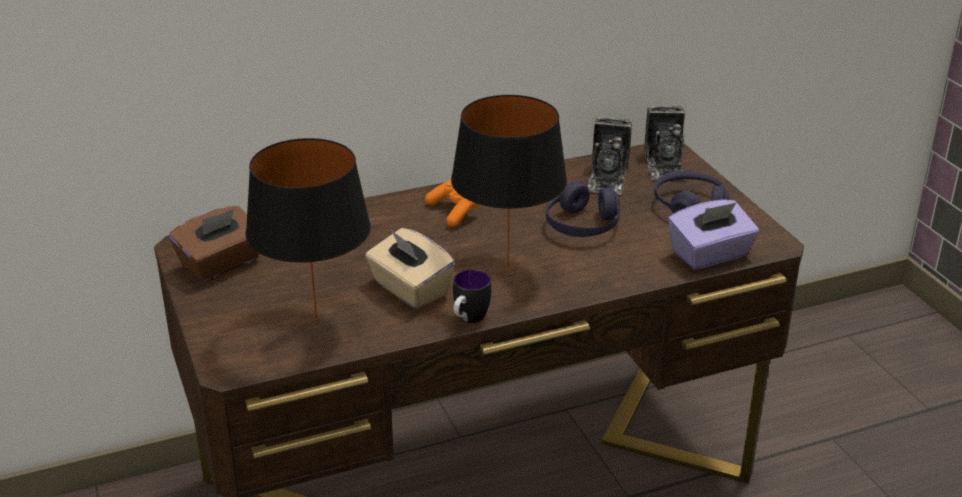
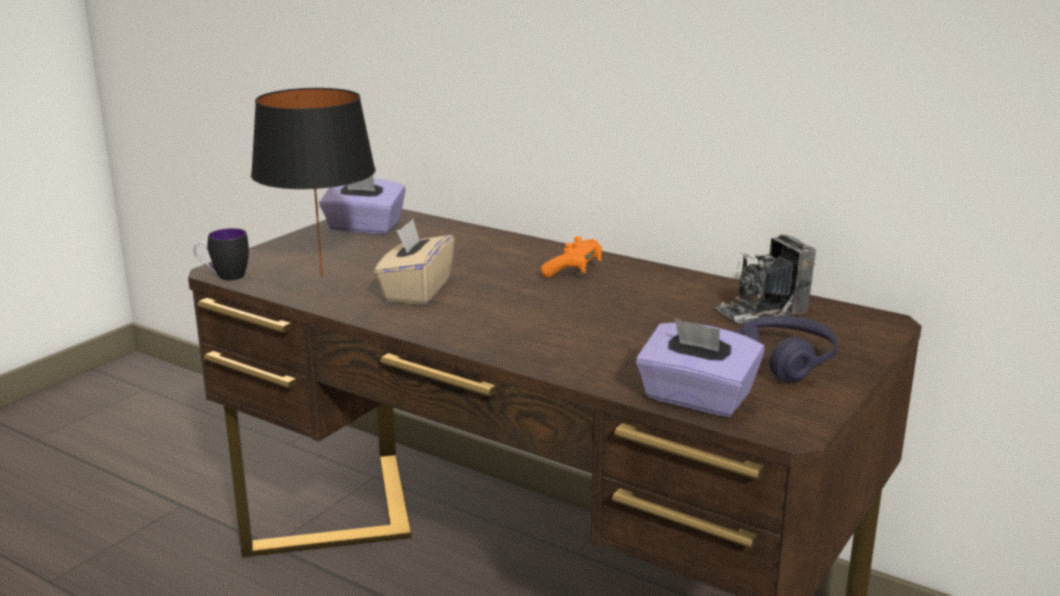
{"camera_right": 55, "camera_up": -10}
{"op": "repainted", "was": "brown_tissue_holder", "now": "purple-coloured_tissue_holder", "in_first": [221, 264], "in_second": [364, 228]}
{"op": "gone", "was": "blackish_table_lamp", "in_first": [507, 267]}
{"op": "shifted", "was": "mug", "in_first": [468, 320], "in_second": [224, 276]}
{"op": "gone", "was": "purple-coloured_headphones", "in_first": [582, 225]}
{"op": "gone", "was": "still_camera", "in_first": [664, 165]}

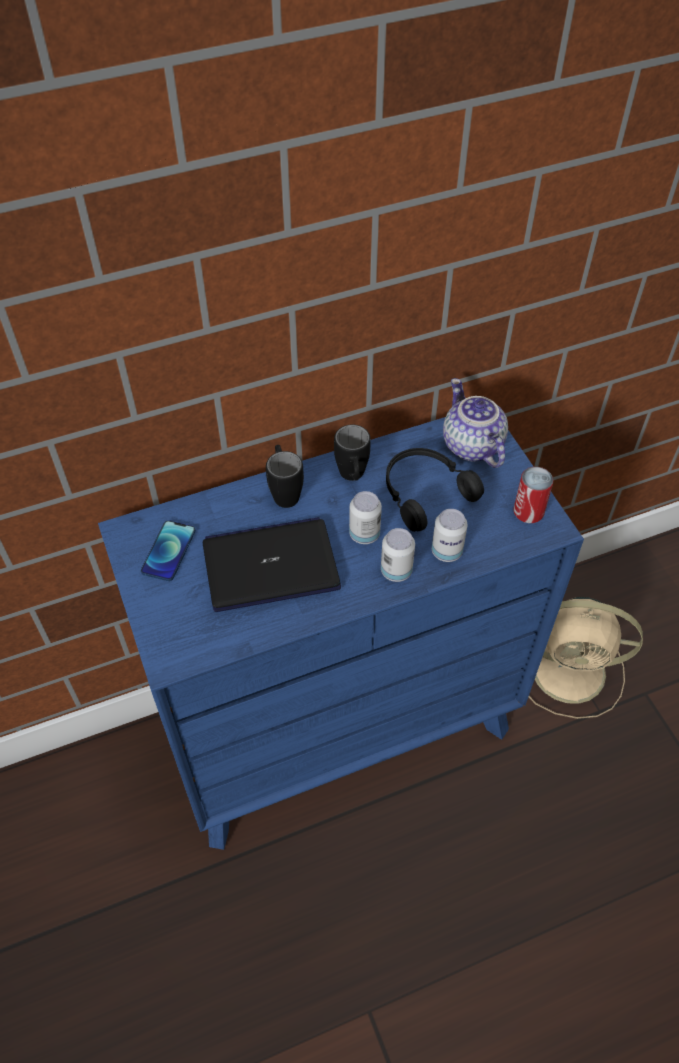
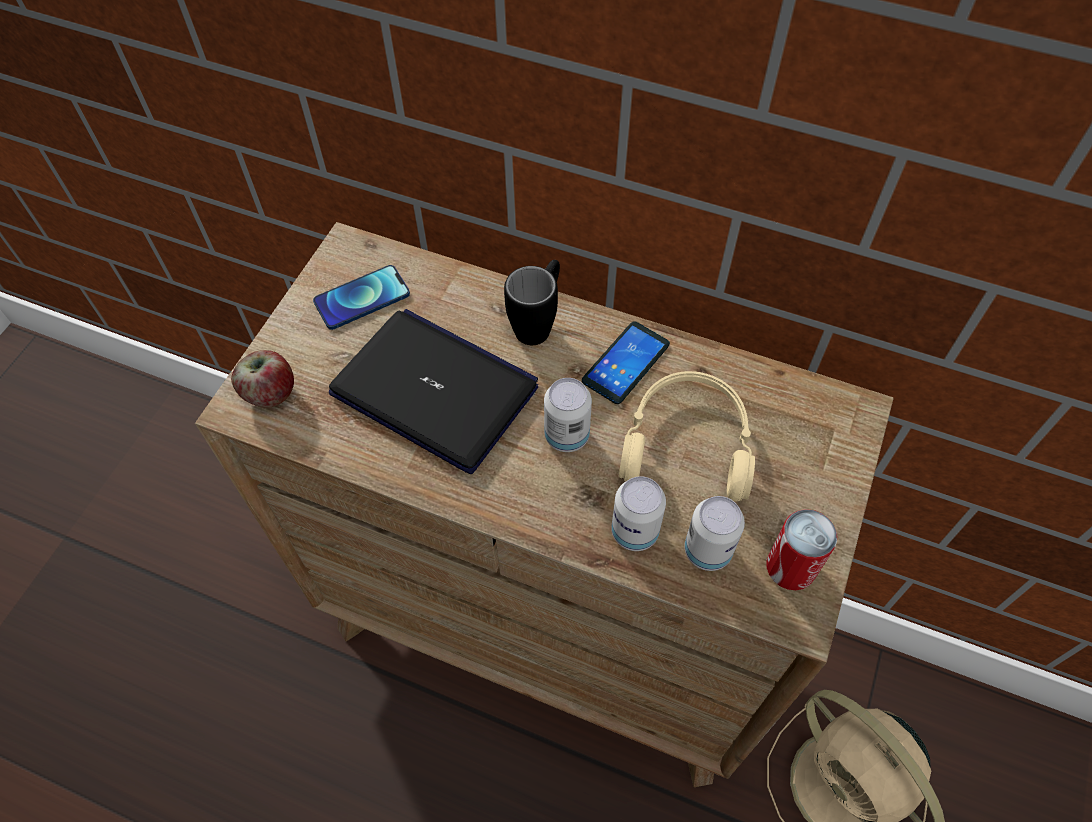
{"camera_right": 45, "camera_up": 5}
{"op": "repainted", "was": "bluish_drawer_chest", "now": "brown_drawer_chest", "in_first": [339, 726], "in_second": [549, 625]}
{"op": "swapped", "was": "blackish_mug", "now": "telephone", "in_first": [352, 478], "in_second": [626, 363]}
{"op": "shifted", "was": "can", "in_first": [396, 571], "in_second": [707, 550]}
{"op": "repainted", "was": "blackish_headphones", "now": "beige-coloured_headphones", "in_first": [424, 493], "in_second": [687, 442]}
{"op": "gone", "was": "pot_for_tea", "in_first": [470, 446]}
{"op": "new", "now": "whole_apple", "in_second": [270, 393]}

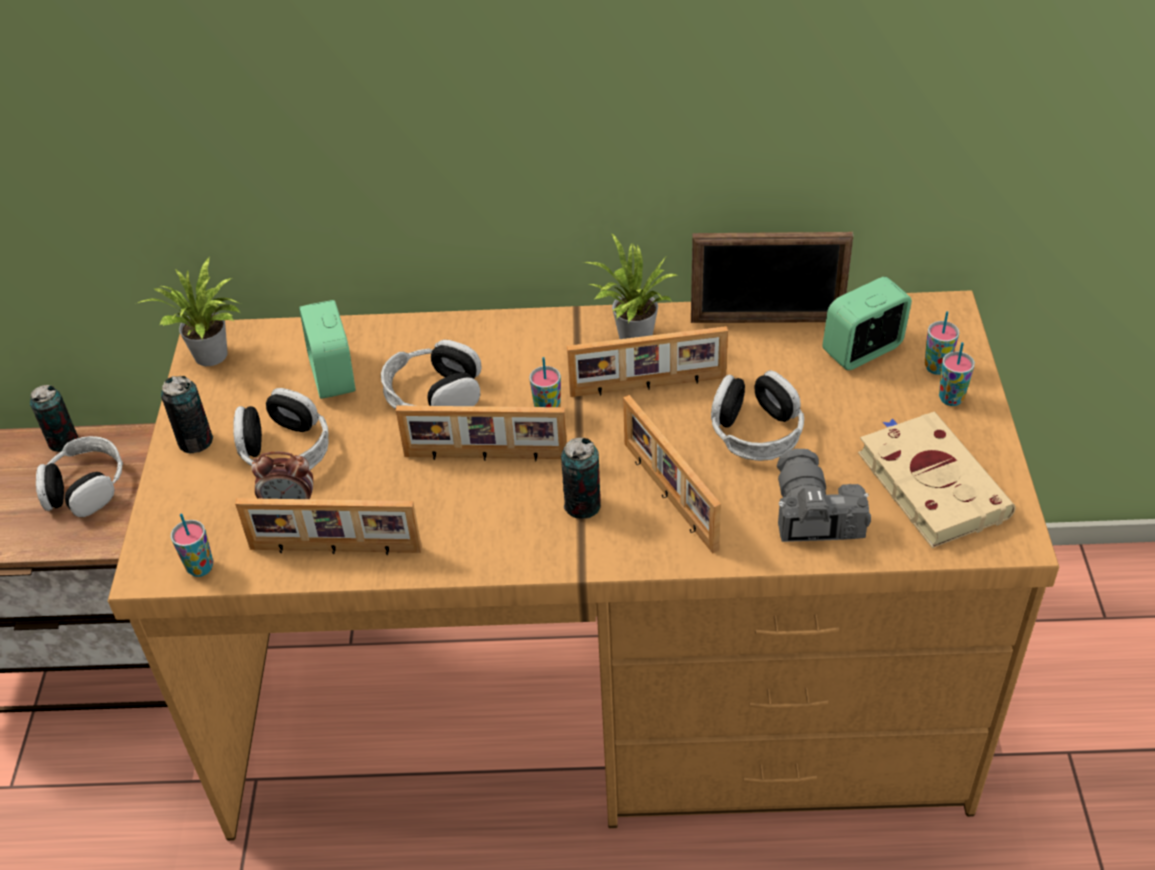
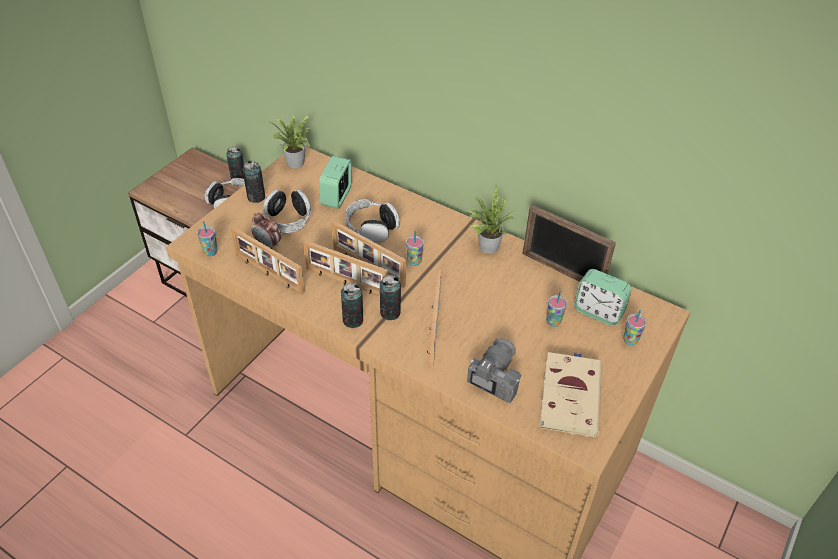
{"camera_right": 30, "camera_up": 0}
{"op": "shifted", "was": "photo_frame", "in_first": [648, 387], "in_second": [346, 283]}
{"op": "gone", "was": "headphones", "in_first": [756, 431]}
{"op": "rotated", "was": "alarm_clock", "in_first": [863, 350], "in_second": [598, 312], "clockwise": -150}
{"op": "shifted", "was": "cup", "in_first": [951, 398], "in_second": [553, 322]}
{"op": "new", "now": "can", "in_second": [353, 320]}

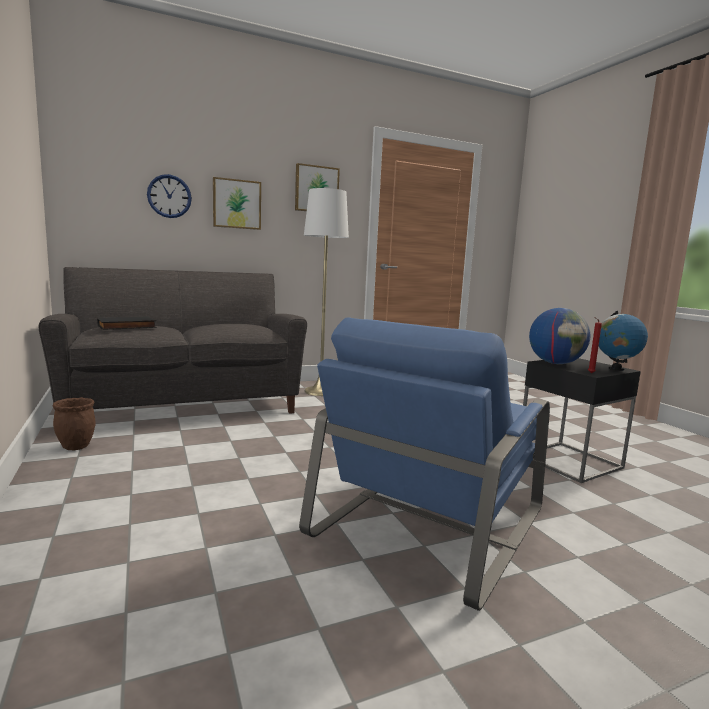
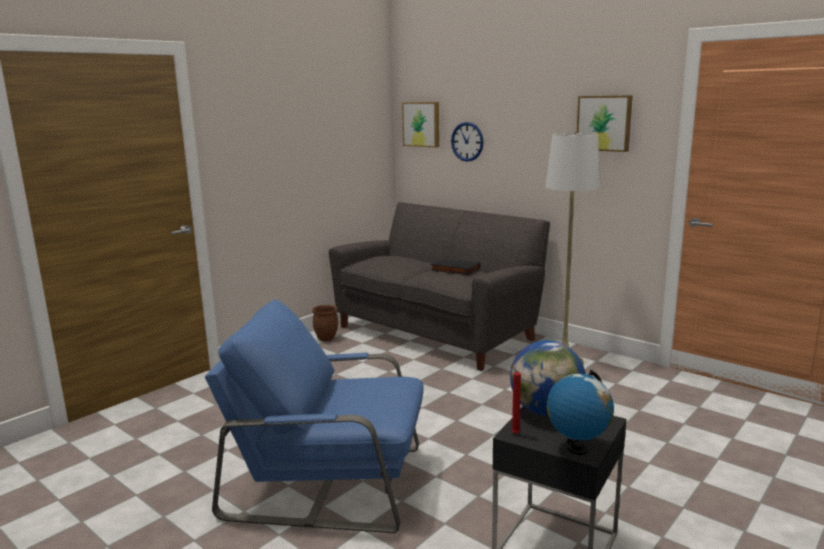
{"camera_right": 65, "camera_up": 5}
{"op": "shifted", "was": "blackish_bound_book", "in_first": [126, 327], "in_second": [454, 270]}
{"op": "shifted", "was": "wall_picture", "in_first": [236, 204], "in_second": [422, 124]}

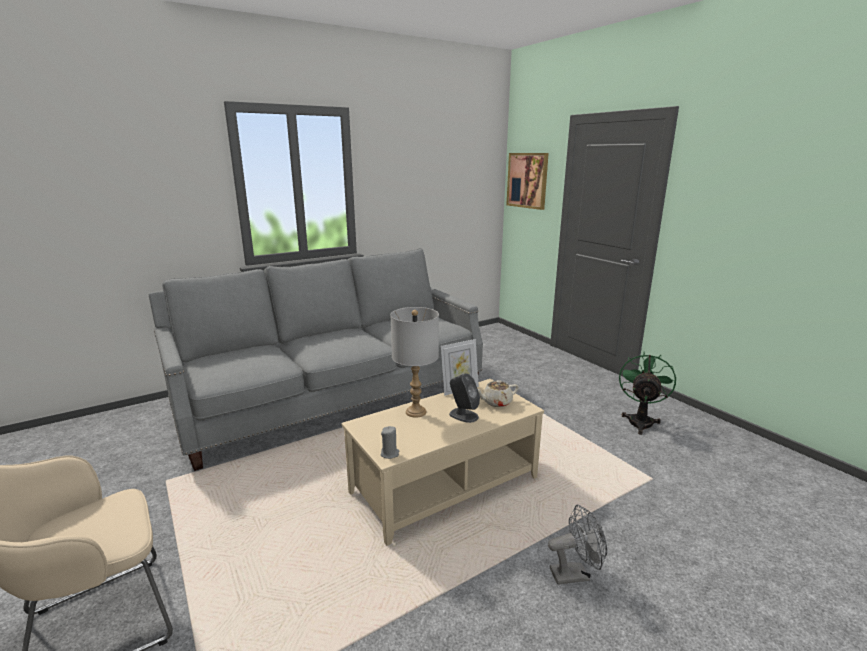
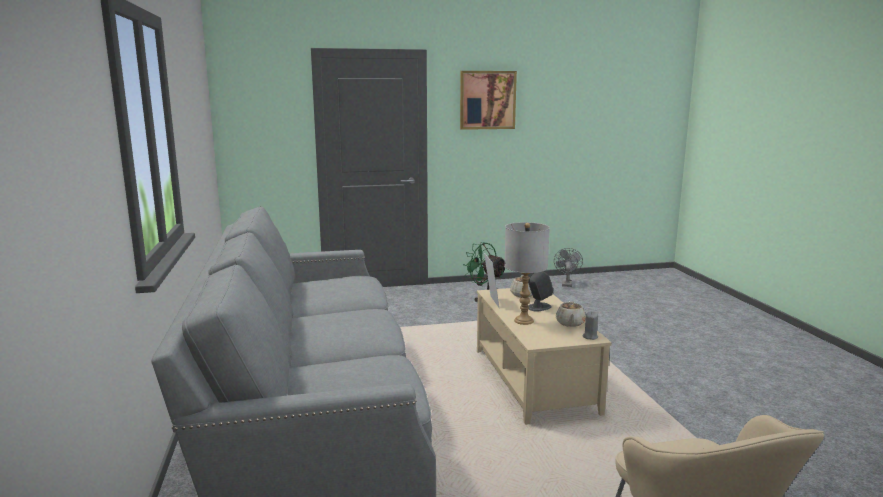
{"camera_right": -70, "camera_up": -5}
{"op": "shifted", "was": "wall_picture", "in_first": [527, 180], "in_second": [487, 100]}
{"op": "shifted", "was": "grey_electric_fan", "in_first": [575, 574], "in_second": [566, 283]}
{"op": "new", "now": "beige-coloured_pot_for_tea", "in_second": [570, 323]}

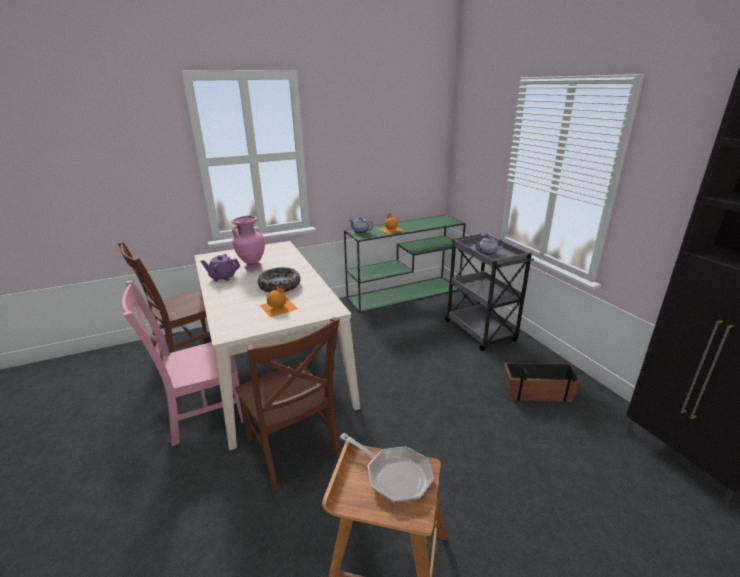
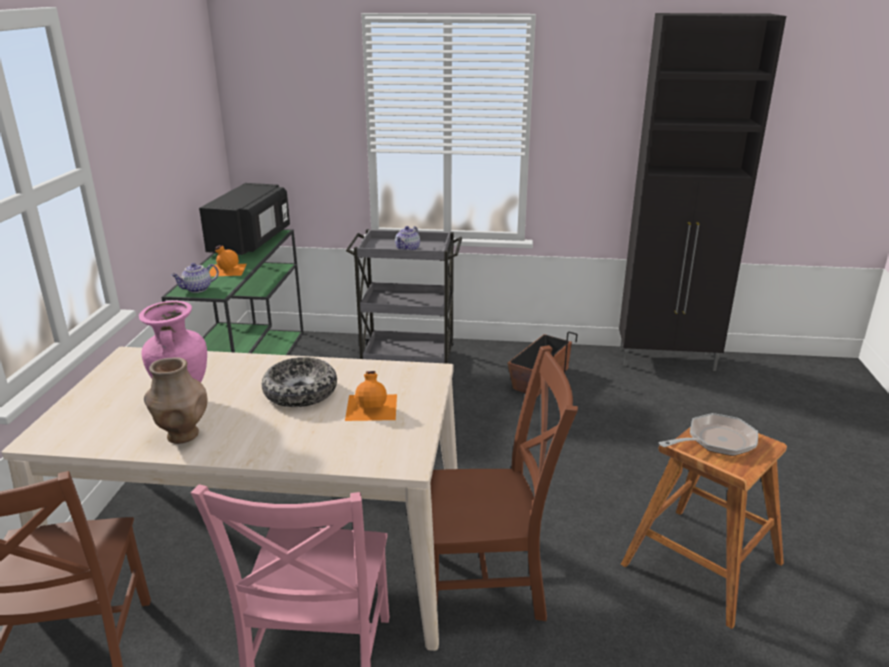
{"camera_right": -60, "camera_up": 0}
{"op": "swapped", "was": "purple-coloured_pot_for_tea", "now": "brown_vase", "in_first": [223, 277], "in_second": [182, 435]}
{"op": "new", "now": "blackish_microwave", "in_second": [251, 242]}

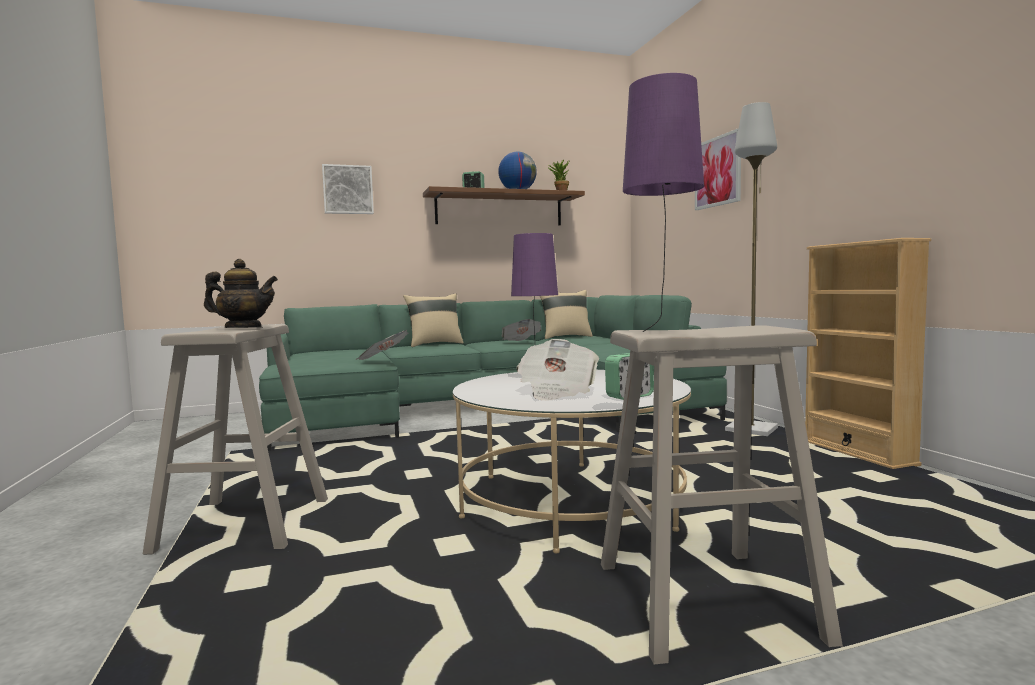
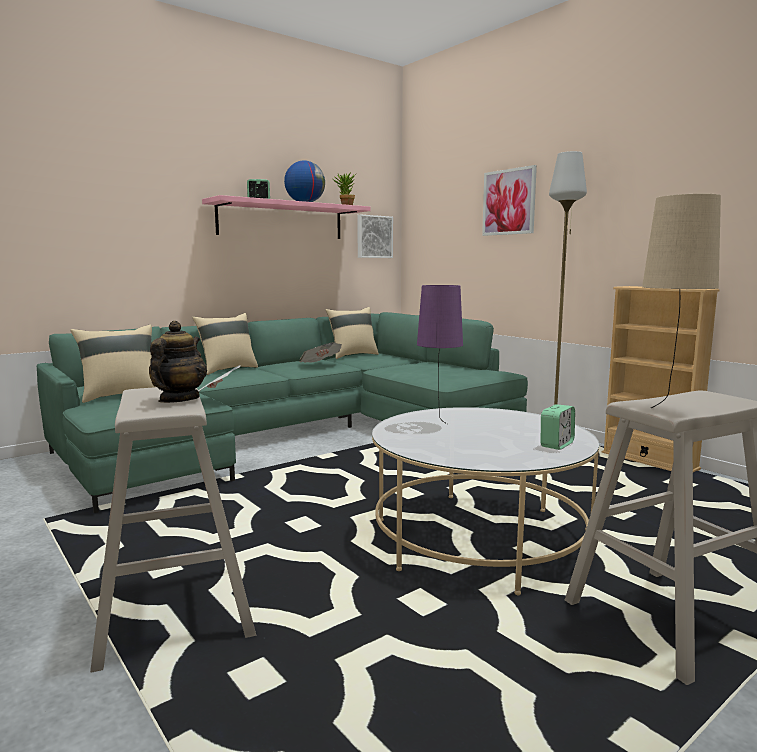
{"camera_right": -20, "camera_up": 5}
{"op": "rotated", "was": "pot_for_tea", "in_first": [243, 328], "in_second": [178, 399], "clockwise": -60}
{"op": "shifted", "was": "wall_picture", "in_first": [348, 190], "in_second": [374, 237]}
{"op": "repainted", "was": "brown_shelf", "now": "pinkish_shelf", "in_first": [499, 209], "in_second": [281, 220]}
{"op": "gone", "was": "daily_paper", "in_first": [557, 392]}
{"op": "repainted", "was": "purple-coloured_table_lamp", "now": "beige-coloured_table_lamp", "in_first": [663, 332], "in_second": [668, 408]}
{"op": "new", "now": "beige-coloured_cushion", "in_second": [120, 395]}

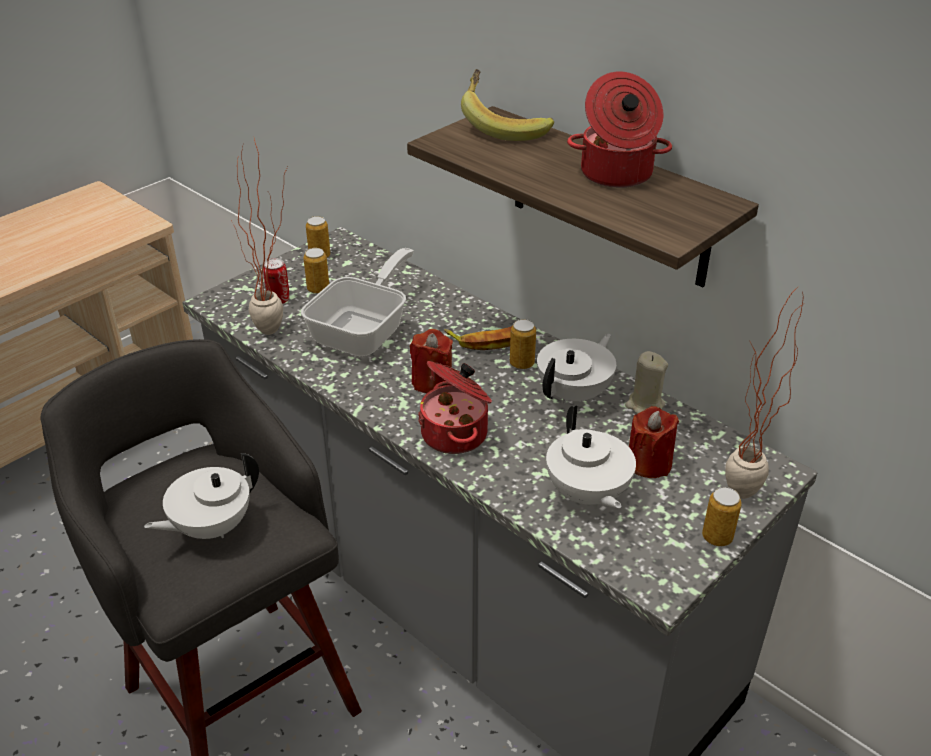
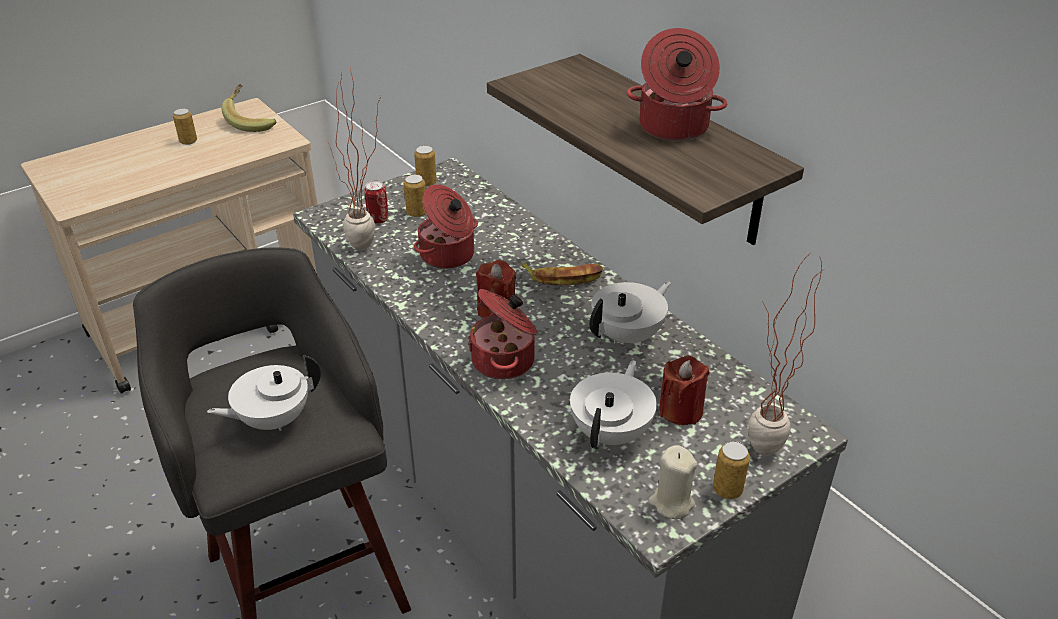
{"camera_right": 10, "camera_up": 0}
{"op": "swapped", "was": "frying_pan", "now": "stockpot", "in_first": [365, 330], "in_second": [448, 255]}
{"op": "shifted", "was": "banana_fruit", "in_first": [503, 126], "in_second": [252, 121]}
{"op": "shifted", "was": "can", "in_first": [522, 363], "in_second": [188, 141]}
{"op": "rotated", "was": "white_pot_for_tea", "in_first": [587, 494], "in_second": [612, 432], "clockwise": -150}
{"op": "shifted", "was": "beige-coloured_wax_candle", "in_first": [644, 405], "in_second": [671, 503]}

